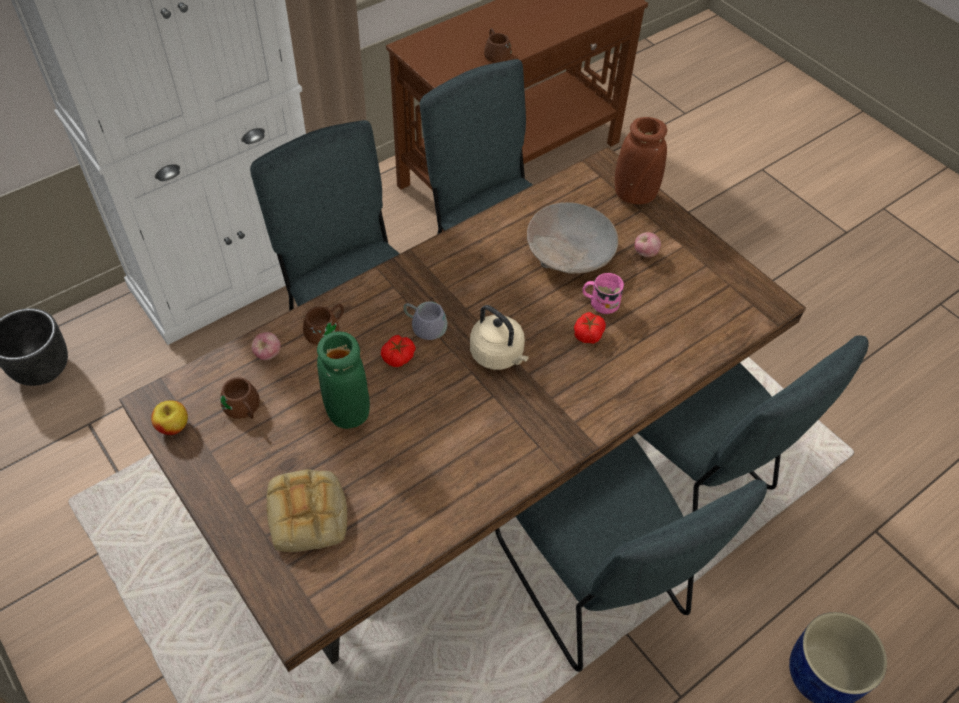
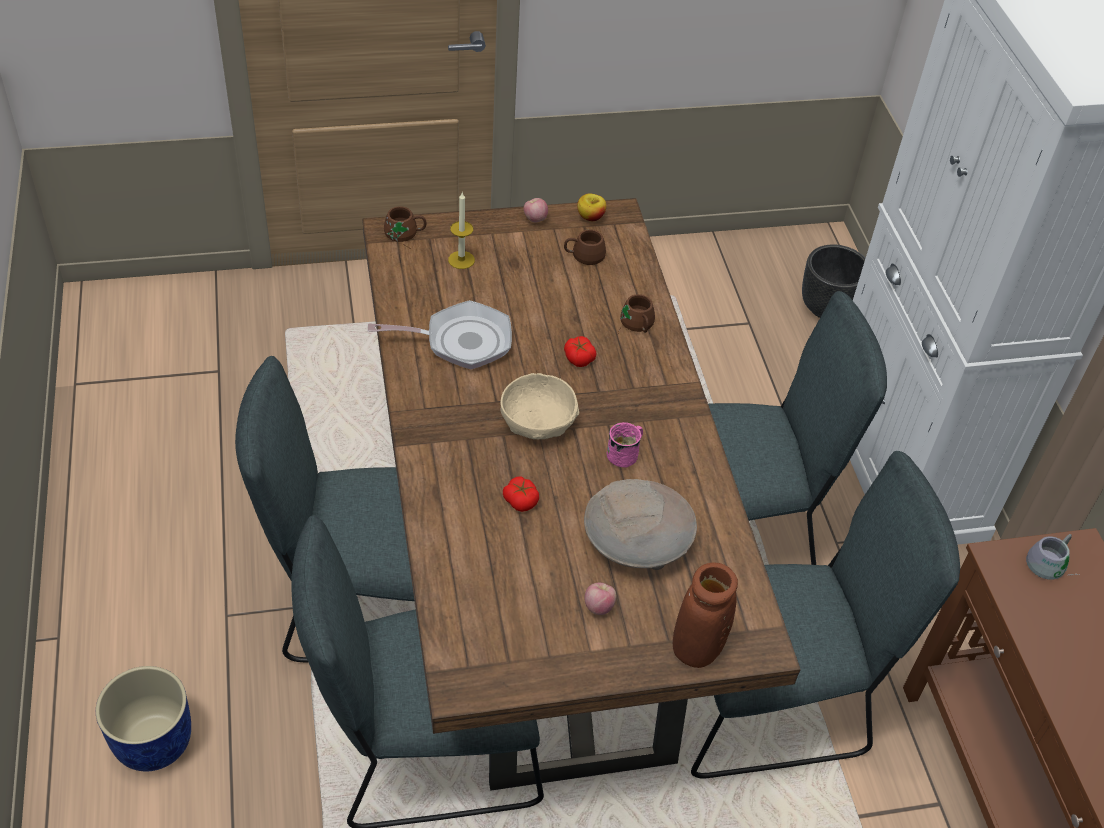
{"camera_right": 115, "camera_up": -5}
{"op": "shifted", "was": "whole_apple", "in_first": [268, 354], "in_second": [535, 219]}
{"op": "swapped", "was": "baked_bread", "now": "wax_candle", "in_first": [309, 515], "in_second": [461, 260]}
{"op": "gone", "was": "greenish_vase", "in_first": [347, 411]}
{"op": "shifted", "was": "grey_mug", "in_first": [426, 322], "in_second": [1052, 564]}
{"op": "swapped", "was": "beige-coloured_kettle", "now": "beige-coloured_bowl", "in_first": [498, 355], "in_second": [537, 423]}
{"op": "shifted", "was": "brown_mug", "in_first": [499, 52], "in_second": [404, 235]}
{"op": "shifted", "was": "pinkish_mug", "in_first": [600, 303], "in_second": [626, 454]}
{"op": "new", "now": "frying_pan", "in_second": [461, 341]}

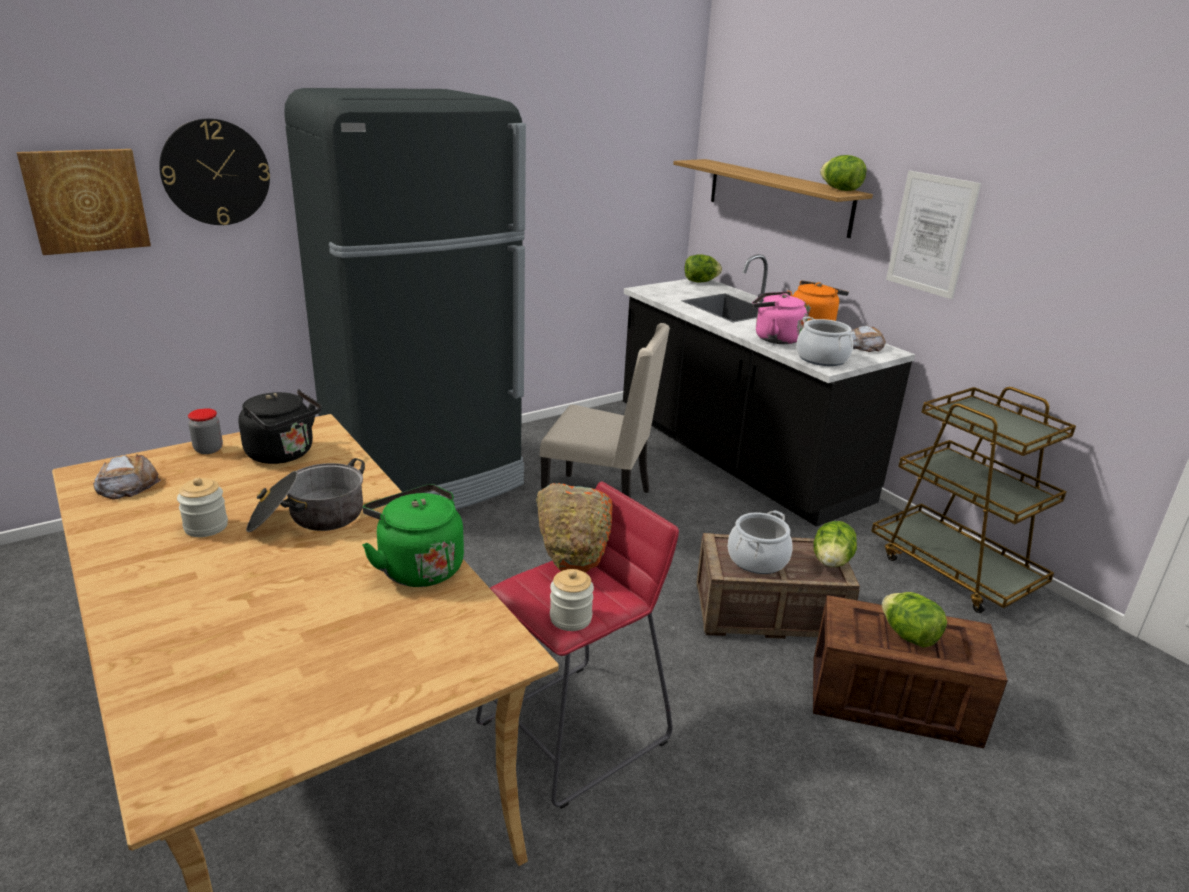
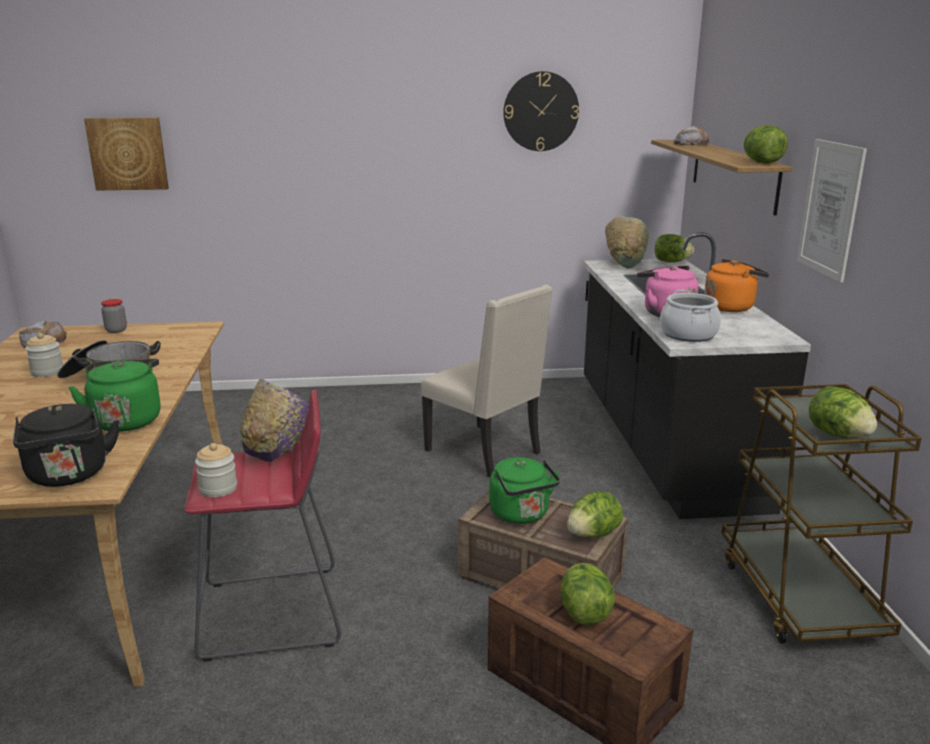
{"camera_right": 30, "camera_up": -5}
{"op": "shifted", "was": "hanging_clock", "in_first": [215, 172], "in_second": [541, 111]}
{"op": "shifted", "was": "blackish_kettle", "in_first": [284, 454], "in_second": [69, 476]}
{"op": "gone", "was": "blackish_refrigerator", "in_first": [426, 481]}
{"op": "repainted", "was": "orange_bowl", "now": "purple-coloured_bowl", "in_first": [572, 558], "in_second": [279, 452]}
{"op": "swapped", "was": "stockpot", "now": "greenish_kettle", "in_first": [757, 559], "in_second": [521, 515]}
{"op": "shifted", "was": "baked_bread", "in_first": [864, 345], "in_second": [691, 144]}
{"op": "new", "now": "greenish_bowl", "in_second": [625, 264]}
{"op": "new", "now": "head_of_lettuce", "in_second": [837, 435]}

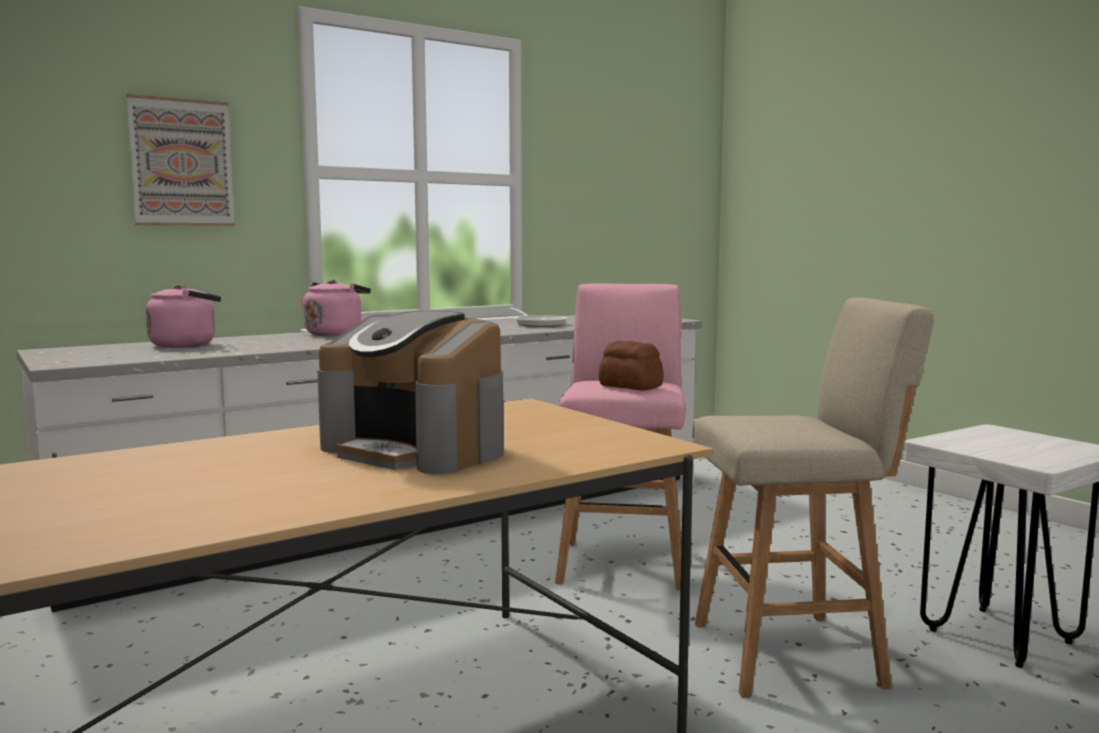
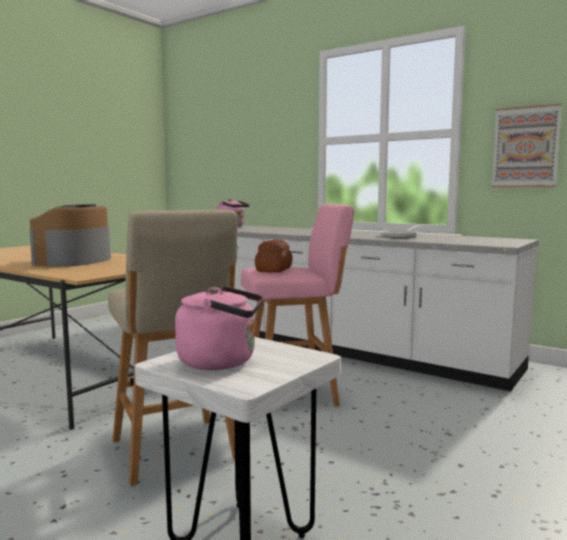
{"camera_right": 70, "camera_up": 0}
{"op": "shifted", "was": "wall_picture", "in_first": [181, 163], "in_second": [525, 147]}
{"op": "shifted", "was": "pinkish_kettle", "in_first": [335, 333], "in_second": [222, 362]}

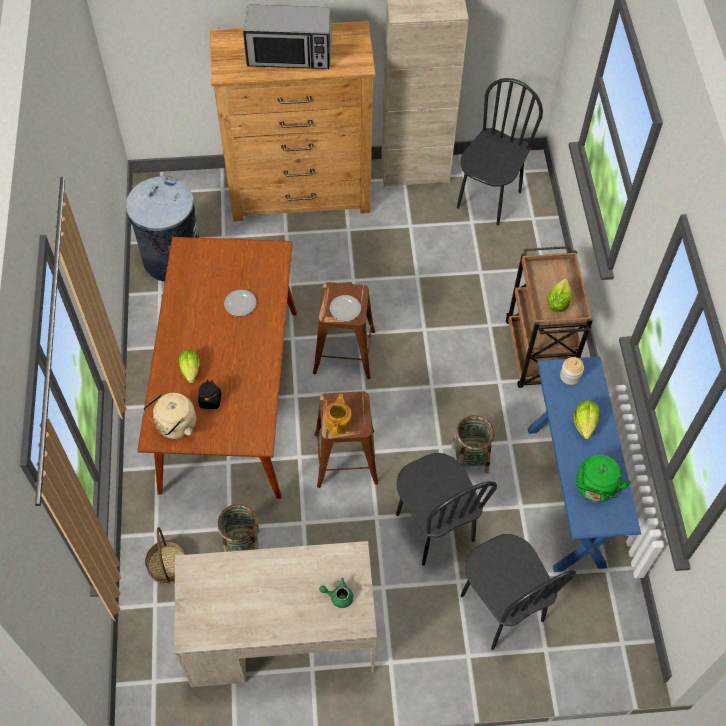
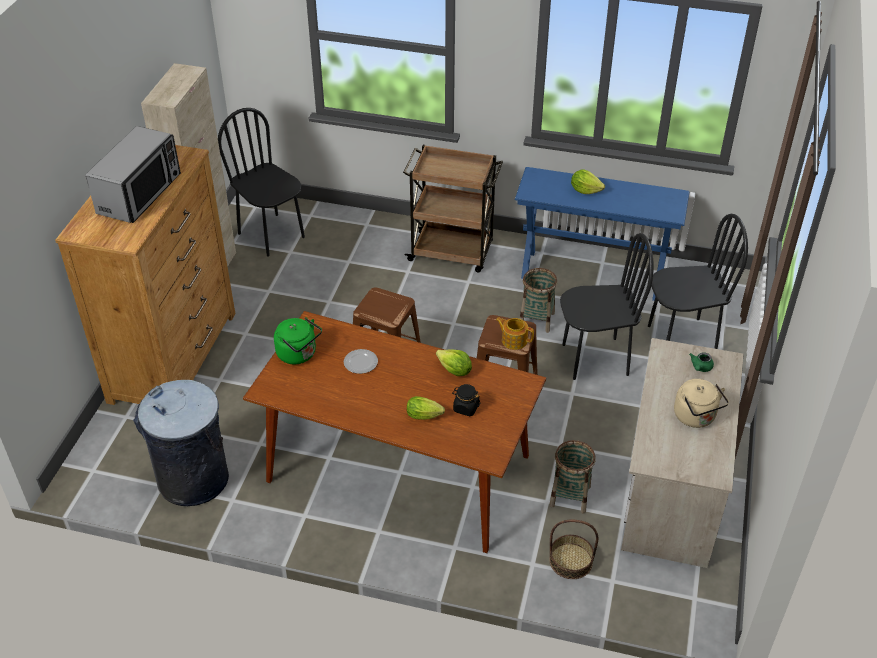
{"camera_right": -70, "camera_up": -15}
{"op": "shifted", "was": "beige-coloured_kettle", "in_first": [174, 426], "in_second": [696, 417]}
{"op": "gone", "was": "flat_dish", "in_first": [345, 309]}
{"op": "shifted", "was": "head_of_lettuce", "in_first": [557, 303], "in_second": [454, 371]}
{"op": "gone", "was": "preserve_jar", "in_first": [570, 376]}
{"op": "shifted", "was": "greenish_kettle", "in_first": [595, 488], "in_second": [299, 354]}

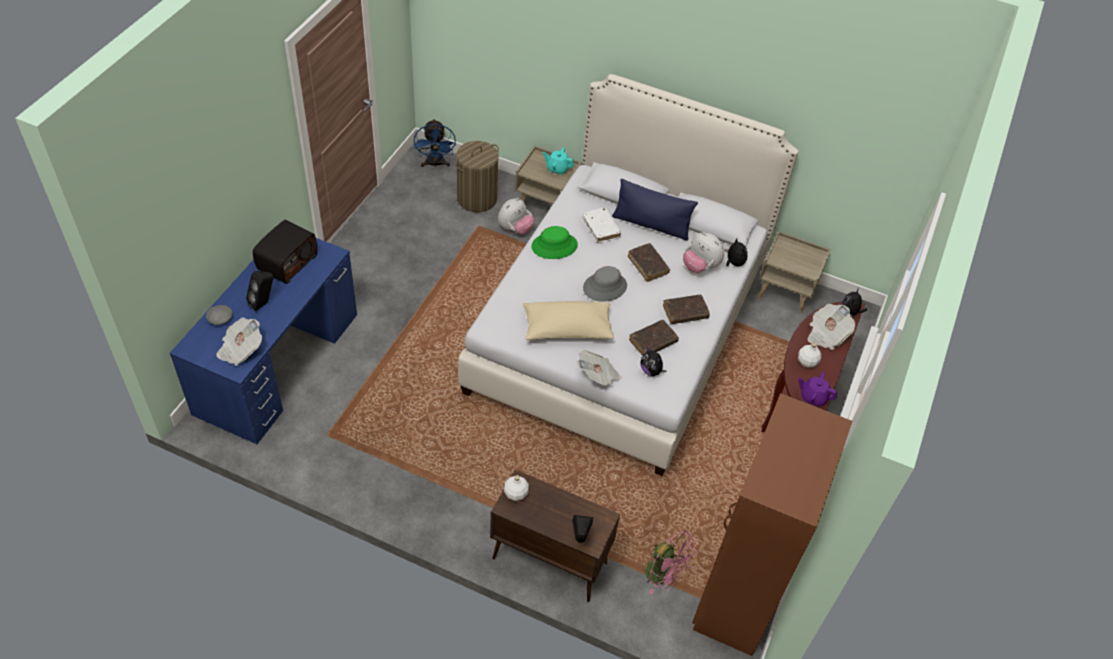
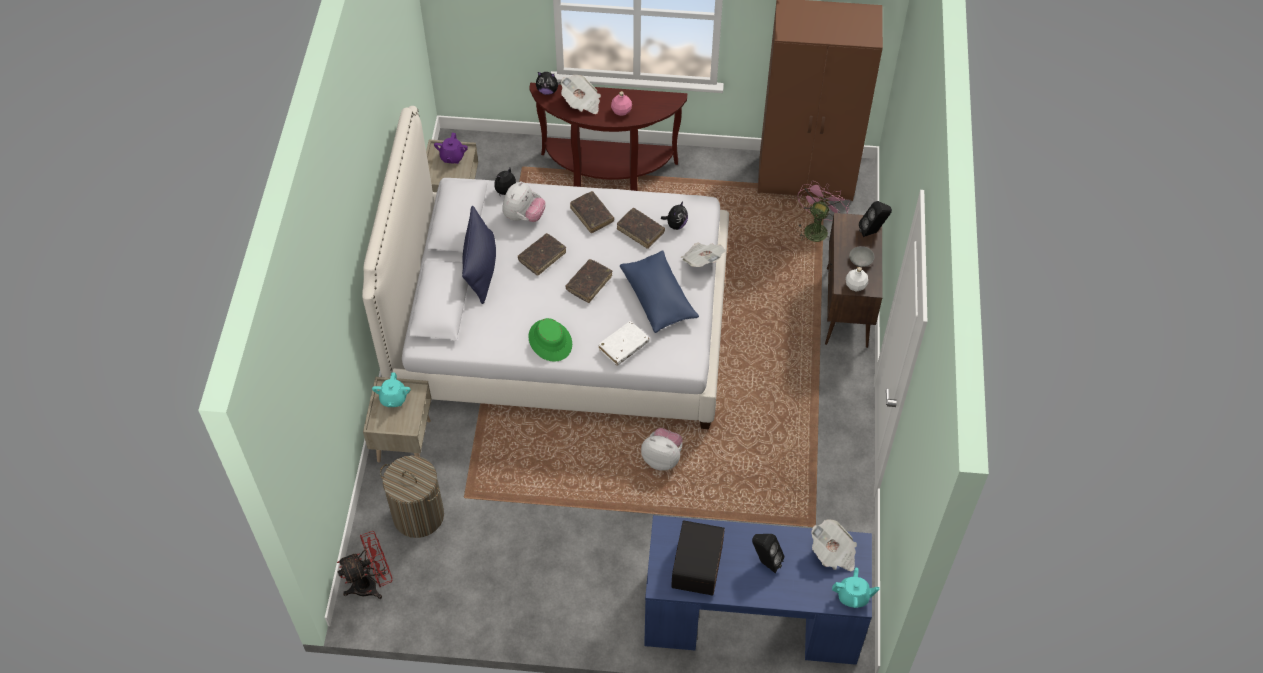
{"camera_right": -105, "camera_up": 5}
{"op": "shifted", "was": "grey_bowl", "in_first": [220, 318], "in_second": [860, 260]}
{"op": "rotated", "was": "radio_receiver", "in_first": [287, 262], "in_second": [698, 567], "clockwise": -90}
{"op": "repainted", "was": "bluish_electric_fan", "now": "red_electric_fan", "in_first": [435, 164], "in_second": [371, 583]}
{"op": "shifted", "was": "cuddly_toy", "in_first": [515, 229], "in_second": [662, 458]}
{"op": "repainted", "was": "beige-coloured_cushion", "now": "bluish_cushion", "in_first": [567, 329], "in_second": [658, 298]}
{"op": "shifted", "was": "white_bound_book", "in_first": [601, 228], "in_second": [623, 346]}
{"op": "swapped", "was": "grey_clothing_hat", "now": "brown_bound_book", "in_first": [604, 287], "in_second": [589, 283]}
{"op": "repainted", "was": "white_drink_bottle", "now": "pinkish_drink_bottle", "in_first": [807, 362], "in_second": [621, 111]}
{"op": "shifted", "was": "purple-coloured_pot_for_tea", "in_first": [813, 397], "in_second": [452, 157]}
{"op": "new", "now": "turquoise_pot_for_tea", "in_second": [853, 596]}

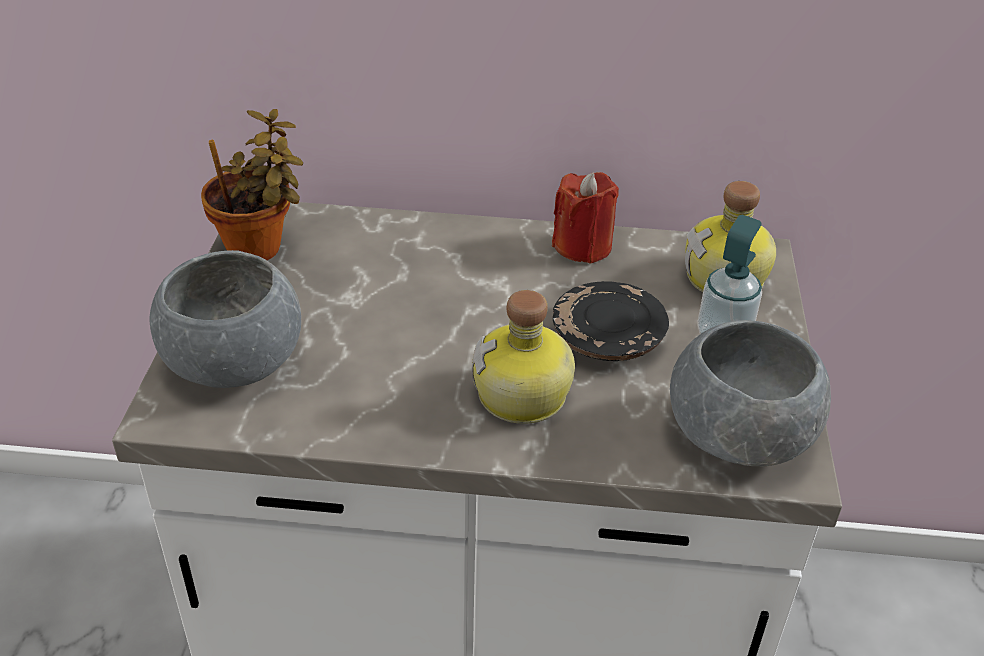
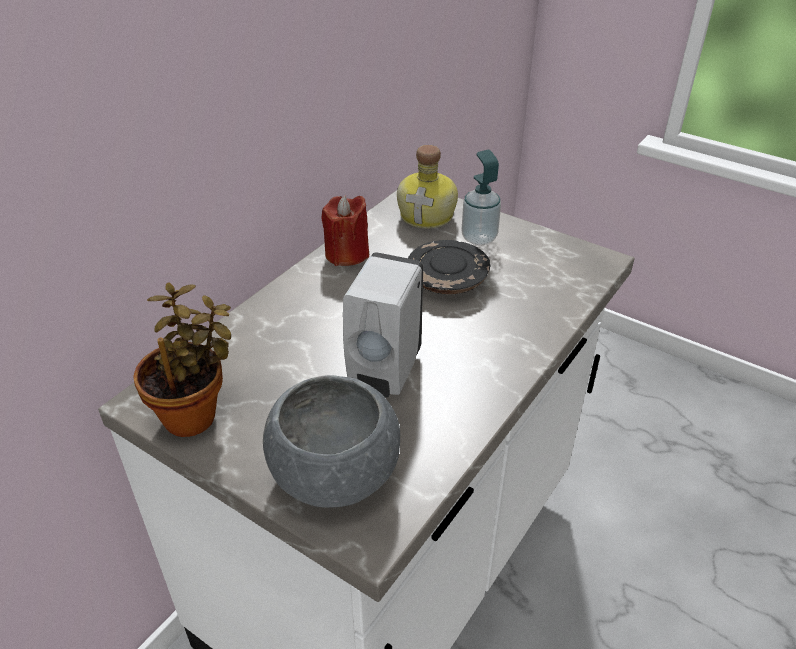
{"camera_right": -60, "camera_up": 0}
{"op": "gone", "was": "drink_bottle", "in_first": [524, 397]}
{"op": "gone", "was": "grey_bowl", "in_first": [739, 435]}
{"op": "new", "now": "white_soap_bottle", "in_second": [384, 374]}

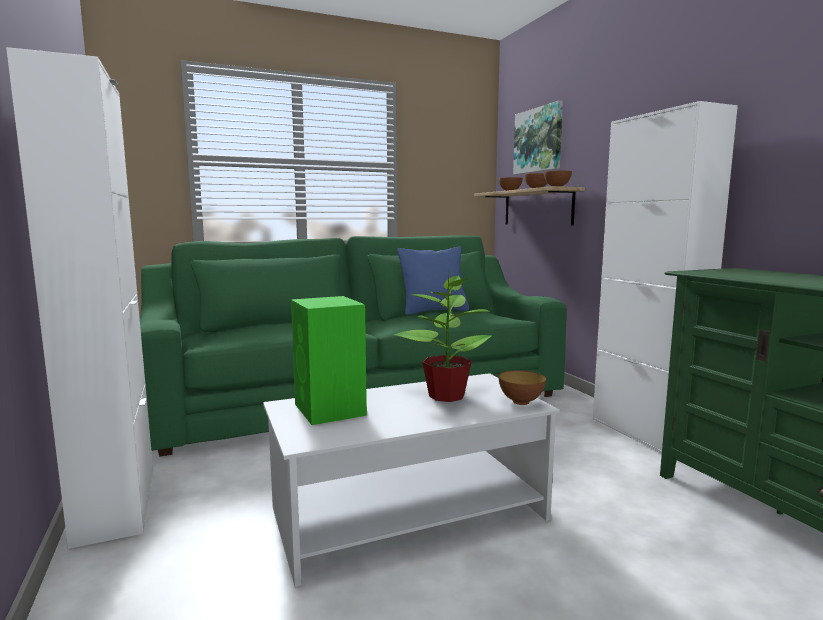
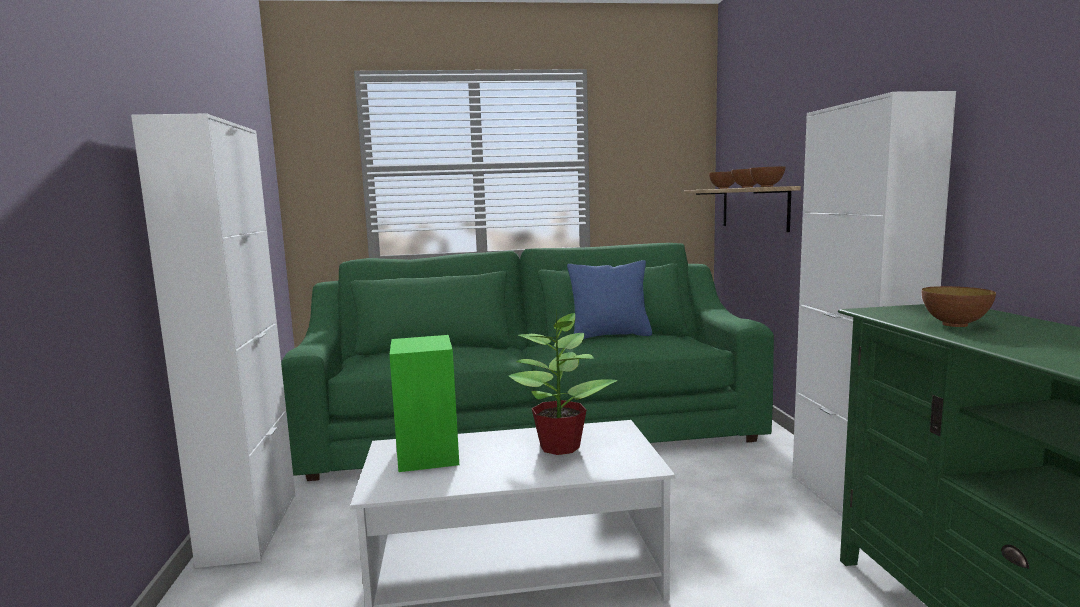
{"camera_right": 15, "camera_up": 0}
{"op": "shifted", "was": "bowl", "in_first": [521, 402], "in_second": [955, 324]}
{"op": "gone", "was": "wall_picture", "in_first": [538, 140]}

